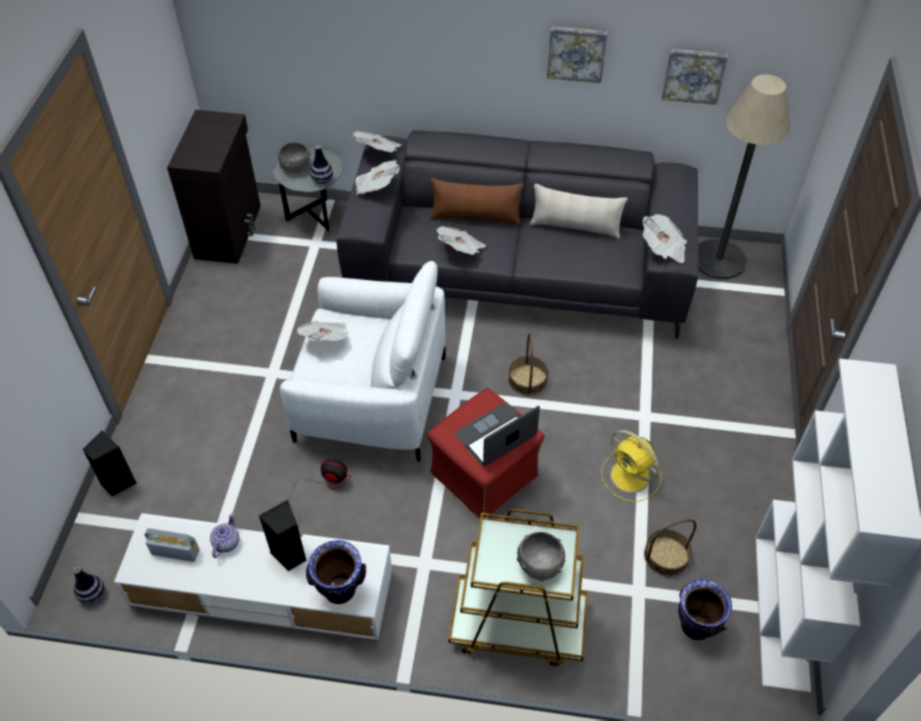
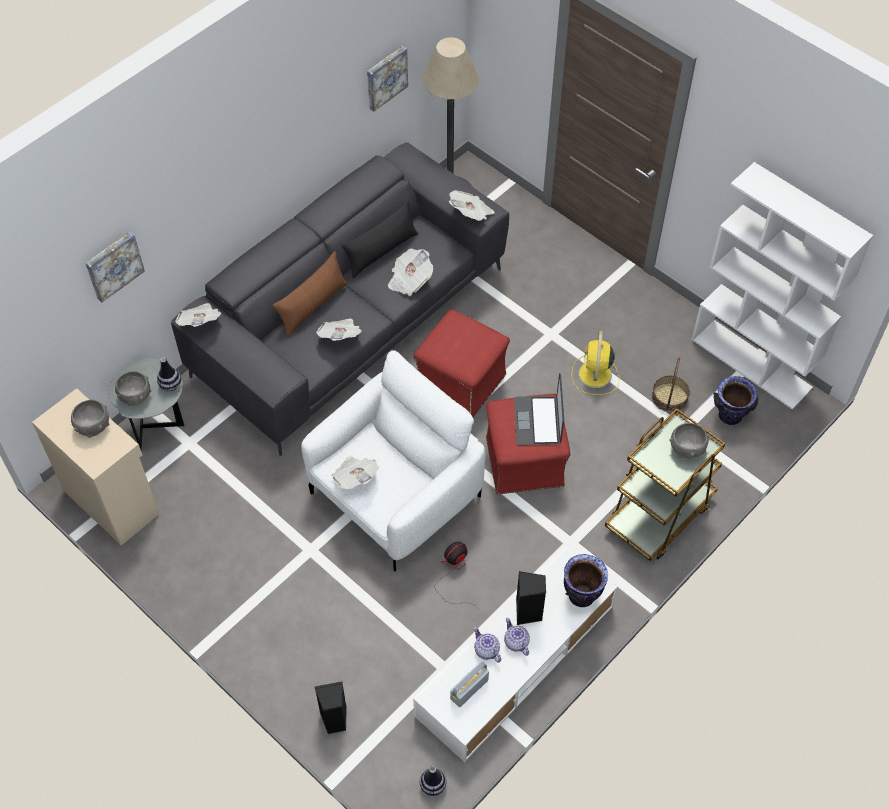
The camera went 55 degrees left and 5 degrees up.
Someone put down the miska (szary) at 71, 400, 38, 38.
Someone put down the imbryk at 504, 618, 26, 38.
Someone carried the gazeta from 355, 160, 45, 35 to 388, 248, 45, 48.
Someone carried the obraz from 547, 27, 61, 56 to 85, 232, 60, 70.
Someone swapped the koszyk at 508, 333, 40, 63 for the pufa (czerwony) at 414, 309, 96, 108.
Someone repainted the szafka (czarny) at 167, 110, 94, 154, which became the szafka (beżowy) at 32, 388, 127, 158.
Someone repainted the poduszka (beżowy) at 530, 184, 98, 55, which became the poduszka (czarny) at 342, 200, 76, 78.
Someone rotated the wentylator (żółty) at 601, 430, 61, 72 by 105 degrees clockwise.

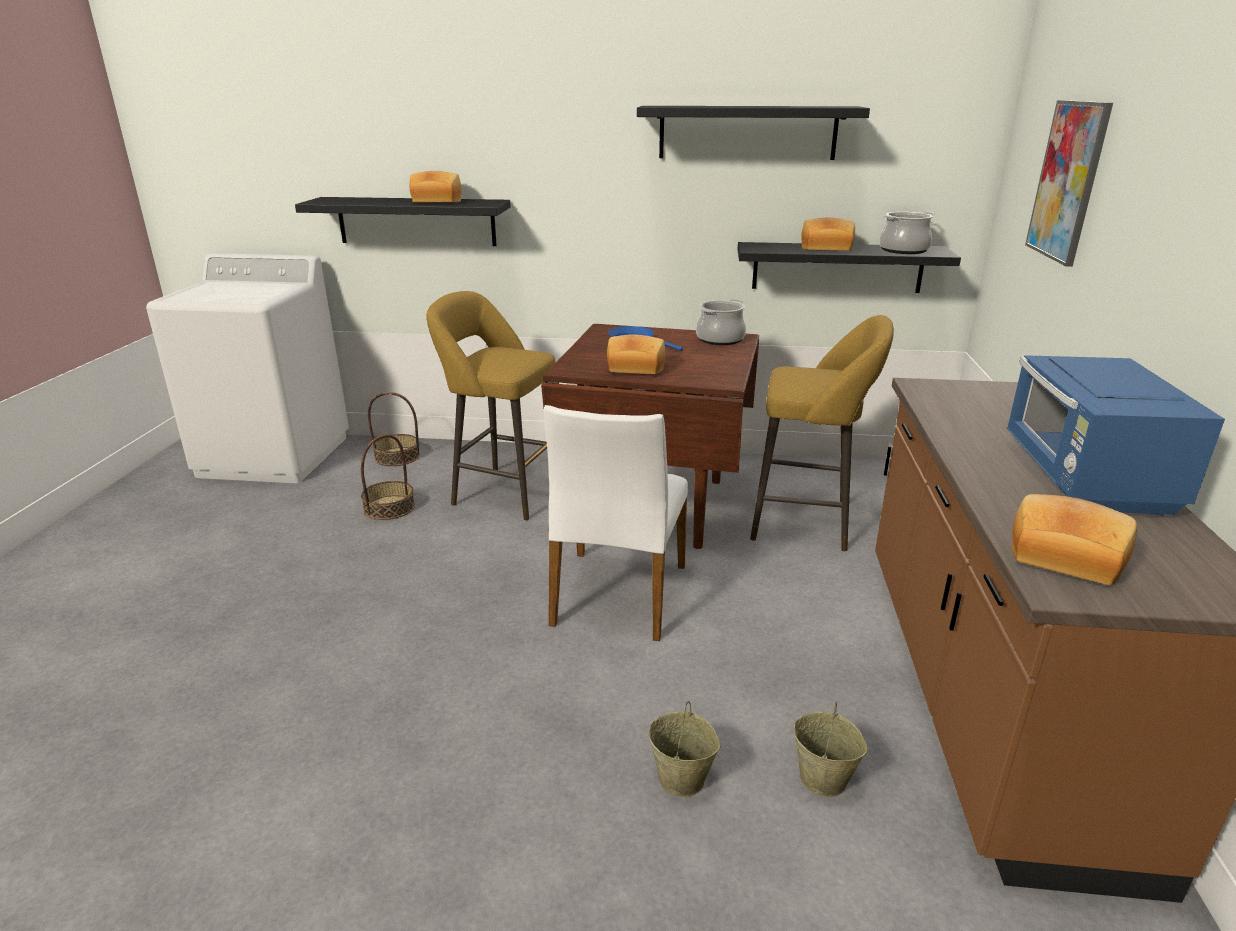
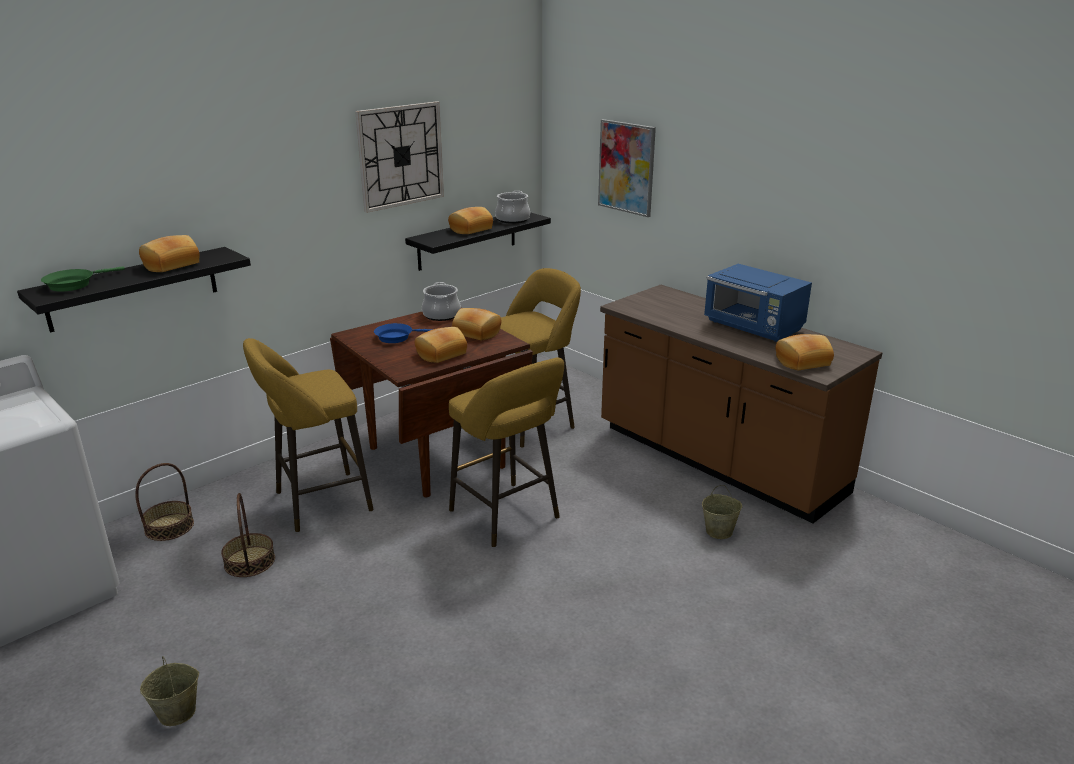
The camera went 50 degrees left and 0 degrees up.
Someone put down the patelnia (zielony) at 41, 267, 84, 25.
Someone put down the chleb at 452, 308, 50, 32.
Someone carried the wiadro (beżowy) from 649, 701, 72, 96 to 140, 656, 59, 70.
Someone swapped the krzesło (biały) at 544, 405, 144, 236 for the stołek (żółty) at 449, 358, 115, 189.
Someone swapped the półka (czarny) at 637, 106, 233, 54 for the zegar ścienny at 355, 101, 89, 112.

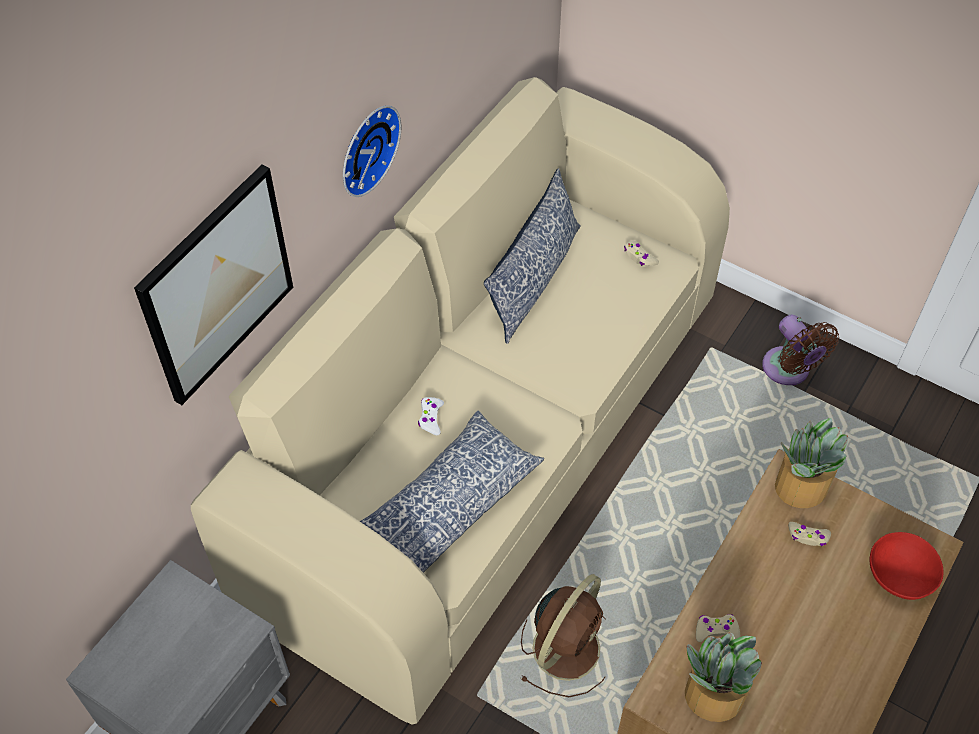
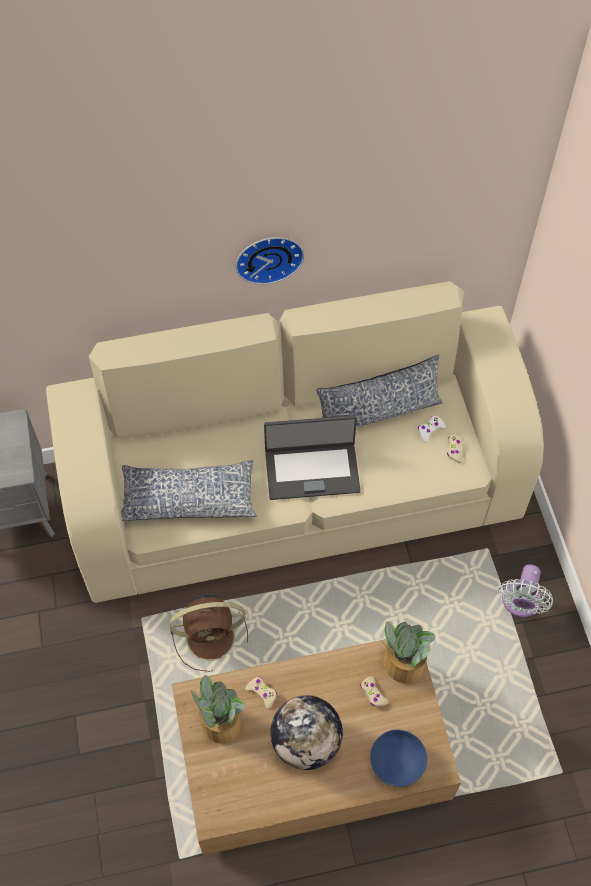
The camera went 45 degrees right and 5 degrees up.
Someone took away the obraz at 134, 165, 159, 240.
Someone put down the laptop at 264, 415, 97, 85.
Someone put down the globus at 270, 695, 73, 75.
Someone carried the pad do gier (biały) from 418, 397, 26, 38 to 418, 415, 28, 27.
Someone repainted the wentylator (brązowy) at 762, 314, 77, 71, which became the wentylator (biały) at 499, 564, 54, 53.
Someone repainted the miska (czerwony) at 870, 532, 74, 68, which became the miska (niebieski) at 370, 730, 57, 57.

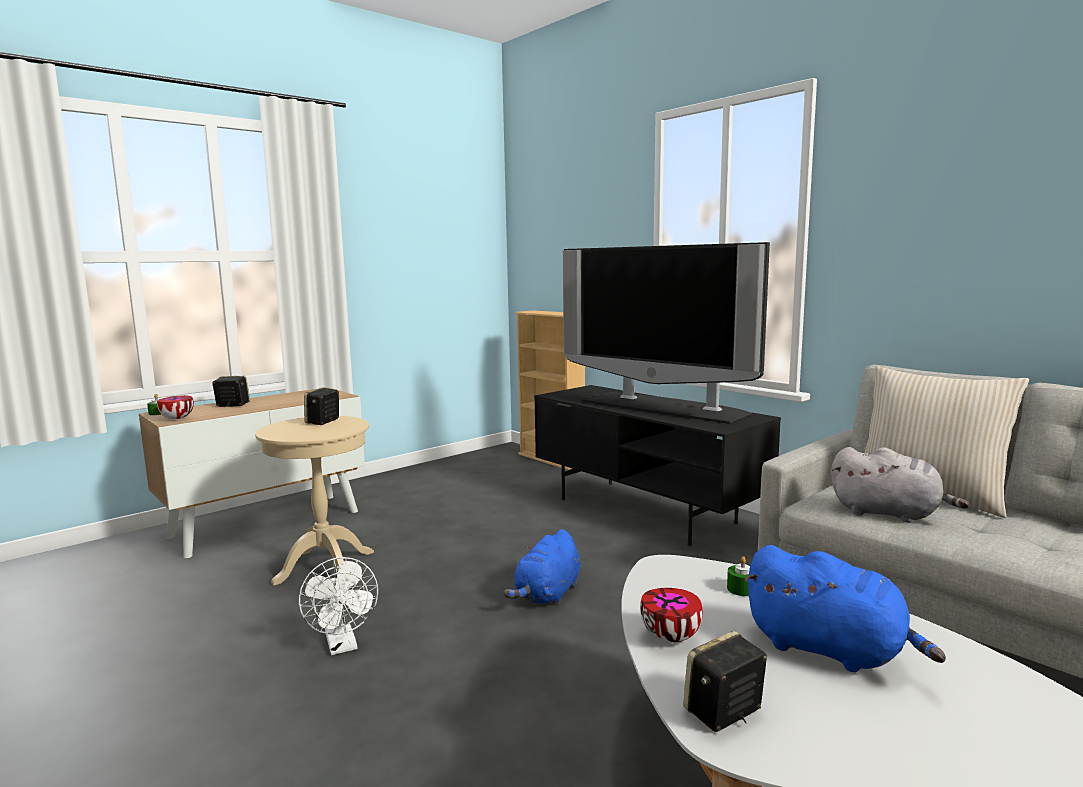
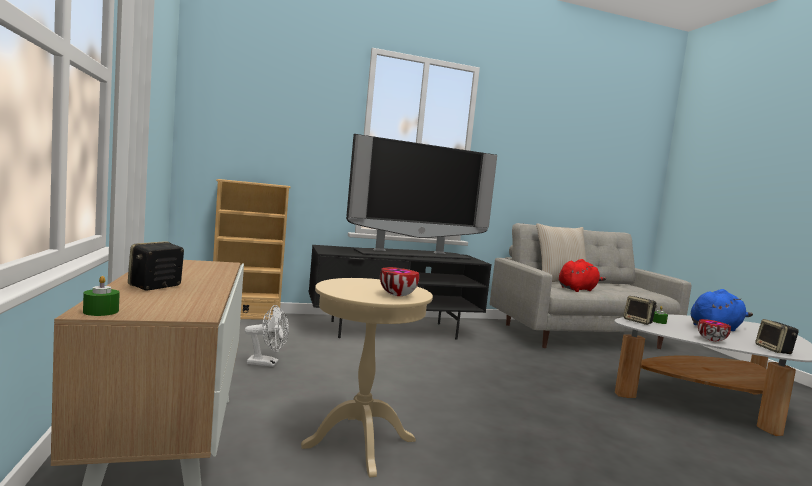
The camera went 65 degrees left and 5 degrees down.
Someone took away the pluszak (niebieski) at 503, 529, 78, 77.
Someone carried the miska from 157, 395, 37, 24 to 380, 267, 39, 29.
Someone carried the wentylator (biały) from 299, 557, 79, 98 to 245, 305, 44, 62.
Someone carried the głośnik from 304, 387, 35, 38 to 624, 296, 33, 29.
Someone repainted the pluszak (szary) at 831, 447, 138, 76, which became the pluszak (czerwony) at 559, 259, 47, 33.

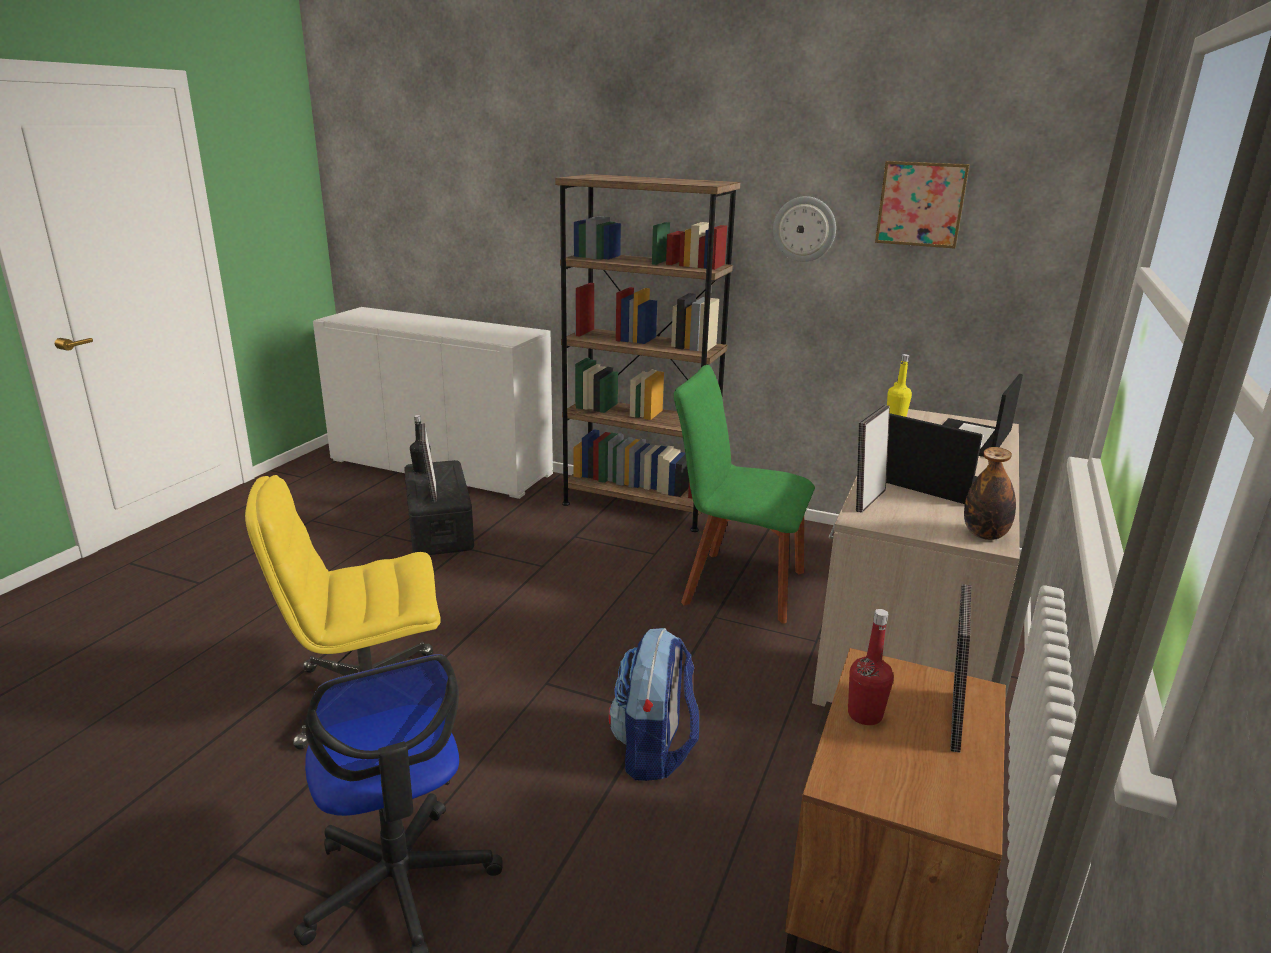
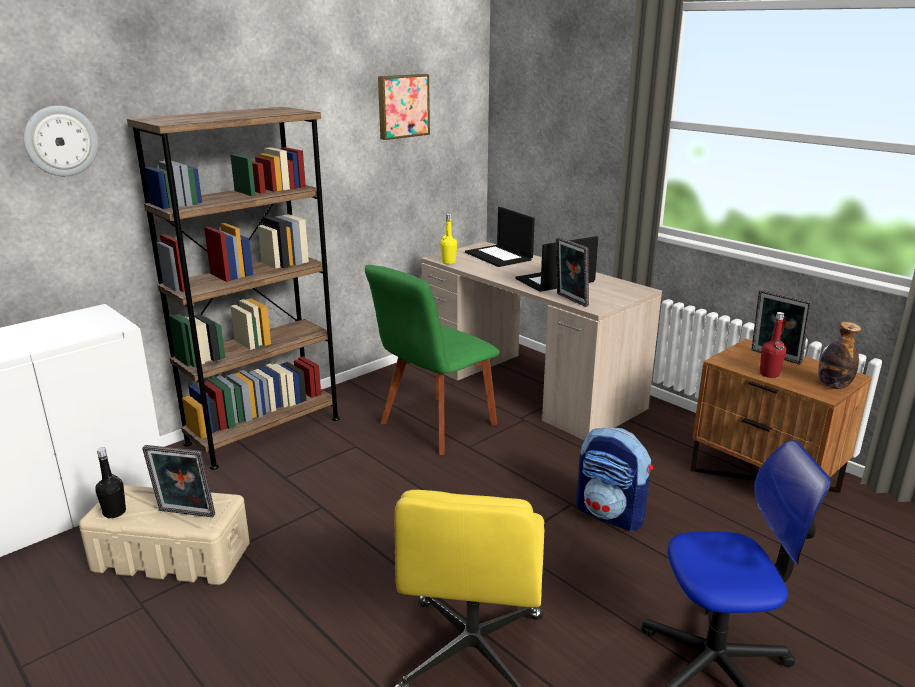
The camera went 65 degrees left and 0 degrees up.
Someone carried the zegar ścienny from 773, 196, 63, 66 to 23, 105, 75, 71.
Someone carried the butelka from 964, 447, 52, 93 to 818, 322, 43, 67.
Someone repainted the pojemnik do przechowywania (czarny) at 404, 460, 70, 95, which became the pojemnik do przechowywania (beżowy) at 79, 485, 171, 100.

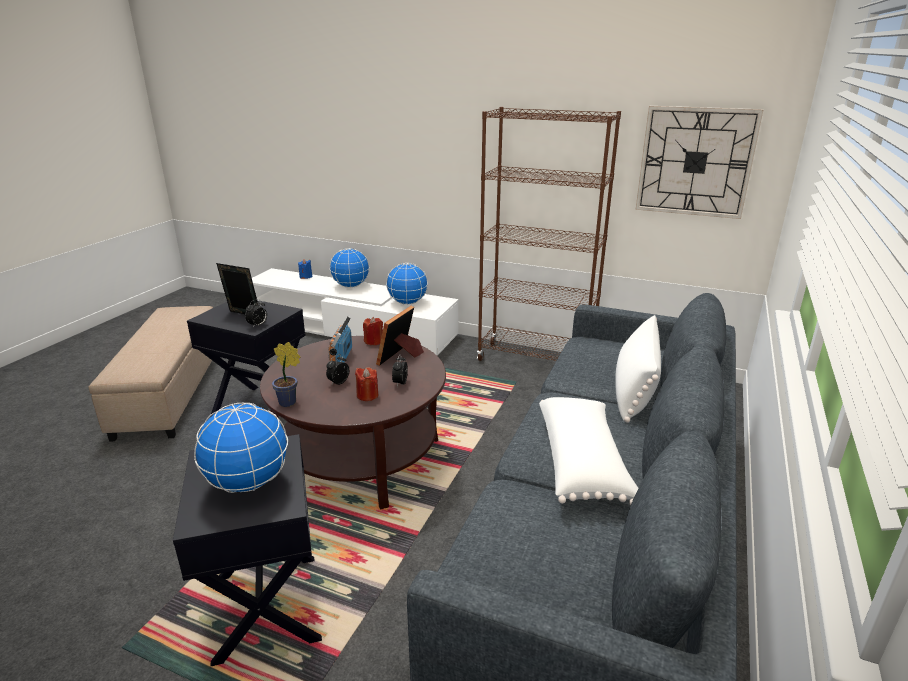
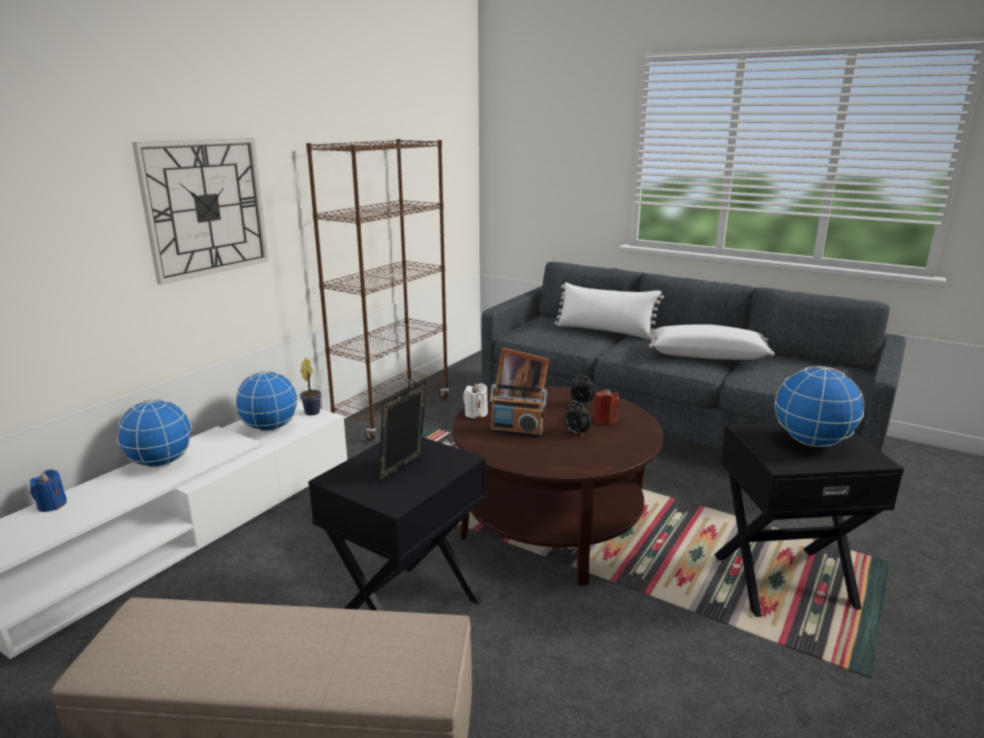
The camera went 80 degrees left and 5 degrees down.
Someone took away the budzik at 245, 299, 22, 29.
Someone carried the roślina doniczkowa from 272, 342, 28, 65 to 300, 358, 21, 57.
Someone carried the zegar ścienny from 635, 106, 128, 113 to 132, 138, 137, 147.
Someone repainted the świeca (czerwony) at 363, 317, 20, 28, which became the świeca (biały) at 463, 383, 25, 36.

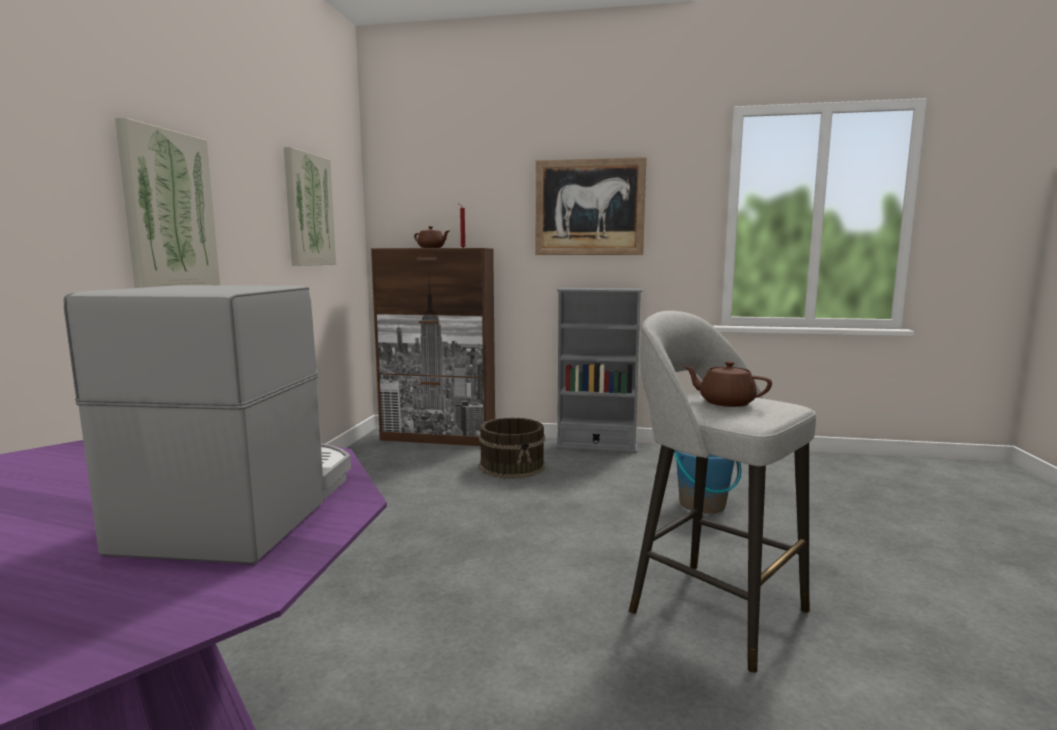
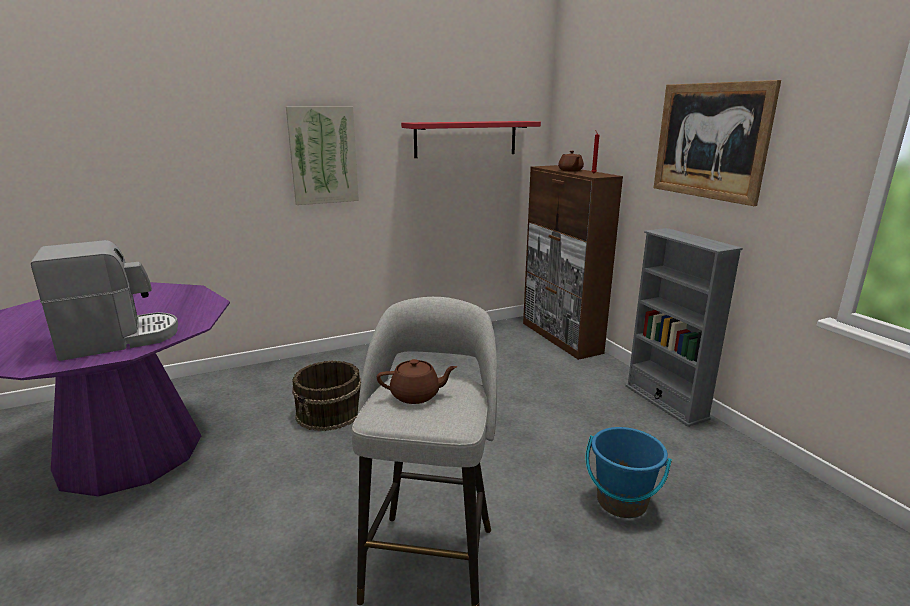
The camera went 55 degrees right and 10 degrees up.
Someone carried the wiadro (brązowy) from 479, 418, 66, 61 to 292, 360, 69, 71.
Someone swapped the obraz at 284, 147, 52, 119 for the półka (czerwony) at 401, 121, 140, 37.
Someone rotated the imbryk (brązowy) at 683, 361, 89, 46 by 90 degrees clockwise.

